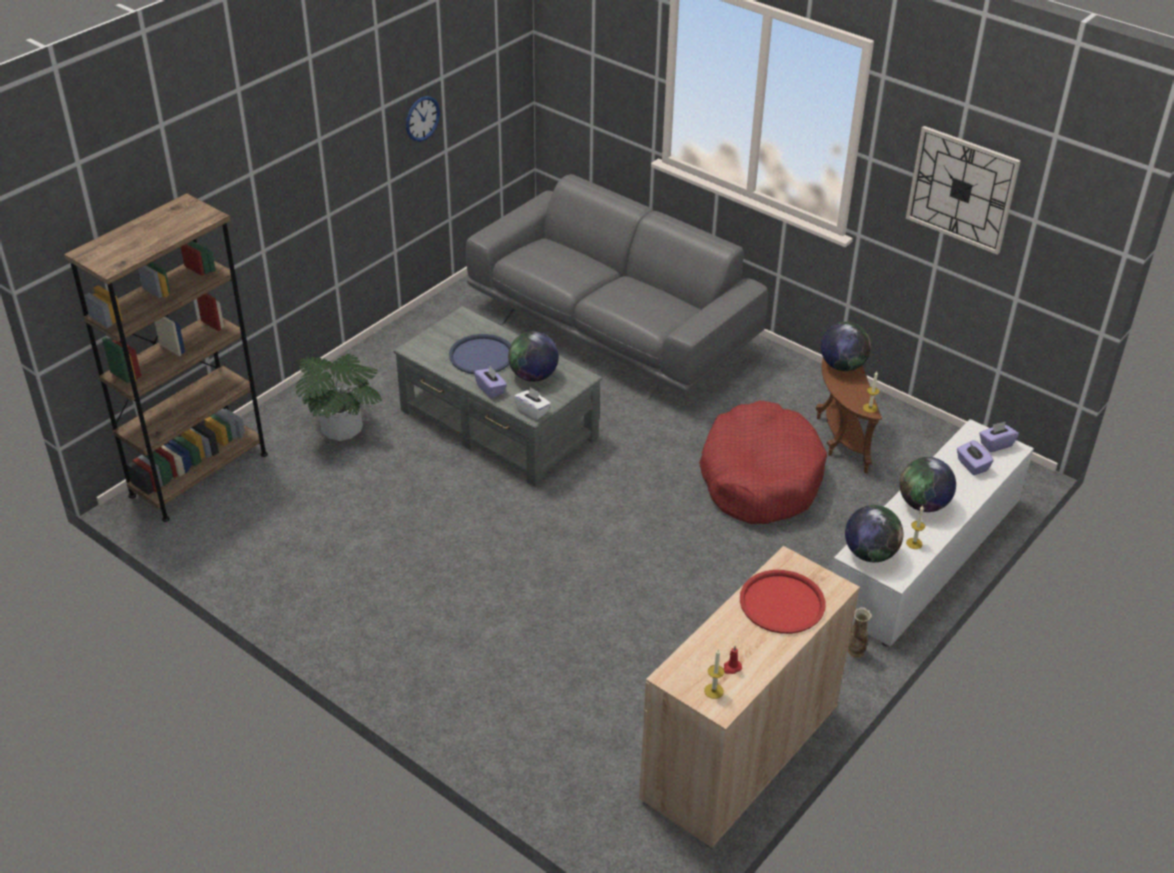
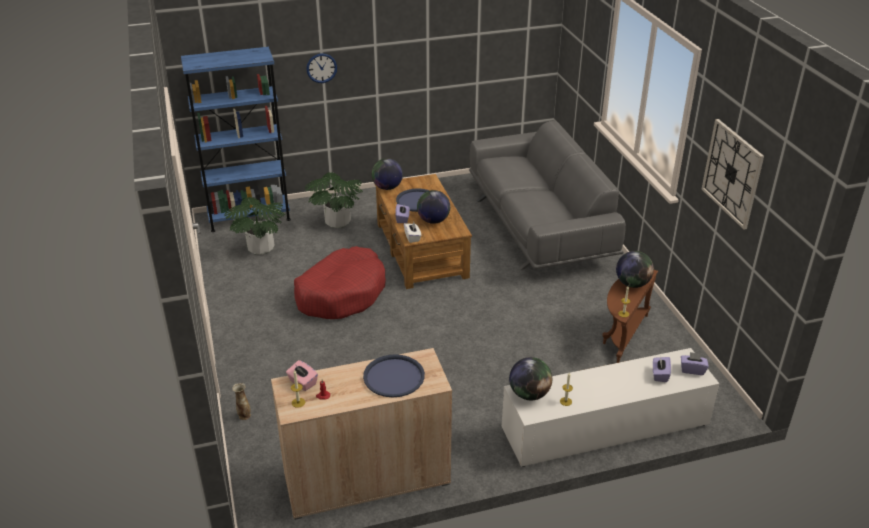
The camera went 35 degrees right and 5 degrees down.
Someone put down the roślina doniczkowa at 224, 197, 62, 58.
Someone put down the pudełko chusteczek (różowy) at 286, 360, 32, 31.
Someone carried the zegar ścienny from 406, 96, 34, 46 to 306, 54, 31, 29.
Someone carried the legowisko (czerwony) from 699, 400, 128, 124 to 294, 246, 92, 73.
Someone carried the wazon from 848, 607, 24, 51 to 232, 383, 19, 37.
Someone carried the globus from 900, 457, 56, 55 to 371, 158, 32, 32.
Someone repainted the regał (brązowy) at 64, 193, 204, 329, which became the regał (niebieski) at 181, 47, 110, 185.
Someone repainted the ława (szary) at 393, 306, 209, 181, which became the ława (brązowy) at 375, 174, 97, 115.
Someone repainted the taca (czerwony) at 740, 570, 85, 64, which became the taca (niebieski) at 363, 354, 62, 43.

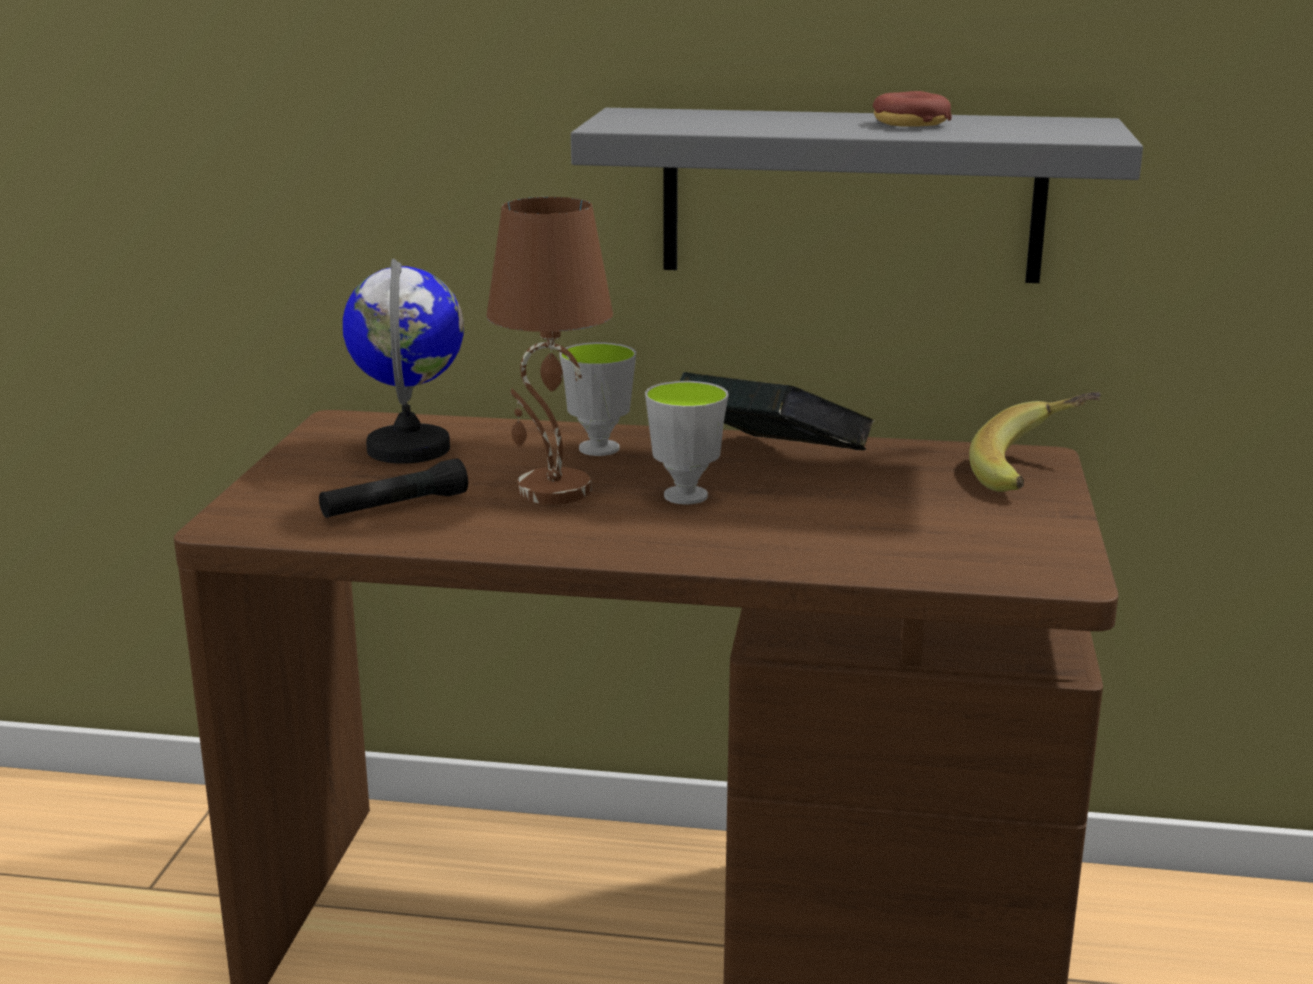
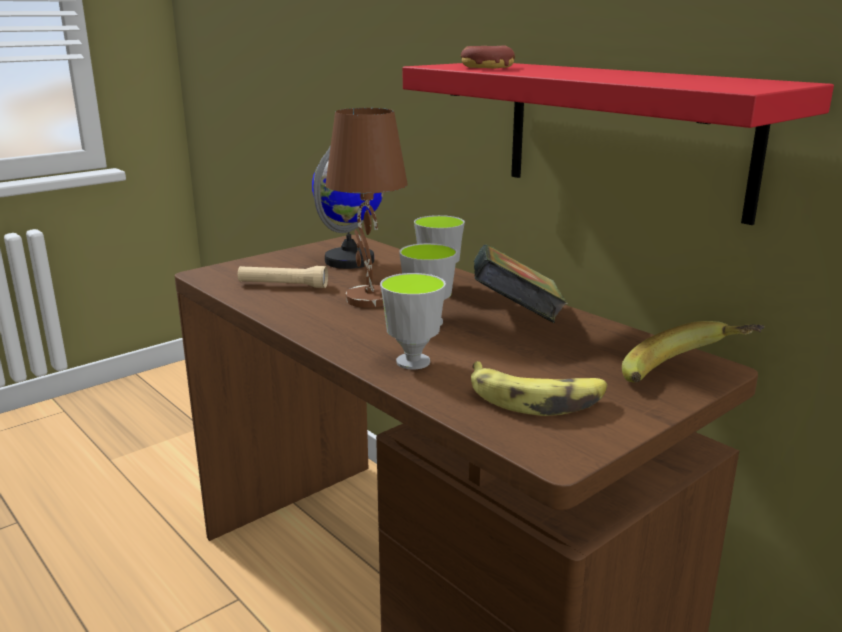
The camera went 40 degrees right and 0 degrees up.
Someone put down the filiżanka at 380, 273, 66, 96.
Someone put down the banan at 471, 361, 137, 55.
Someone carried the donut from 873, 91, 79, 36 to 461, 45, 54, 24.
Someone repainted the latarka (czarny) at 319, 458, 149, 60, which became the latarka (beżowy) at 238, 266, 90, 22.
Someone repainted the półka (szary) at 571, 108, 572, 175, which became the półka (czerwony) at 403, 63, 431, 162.

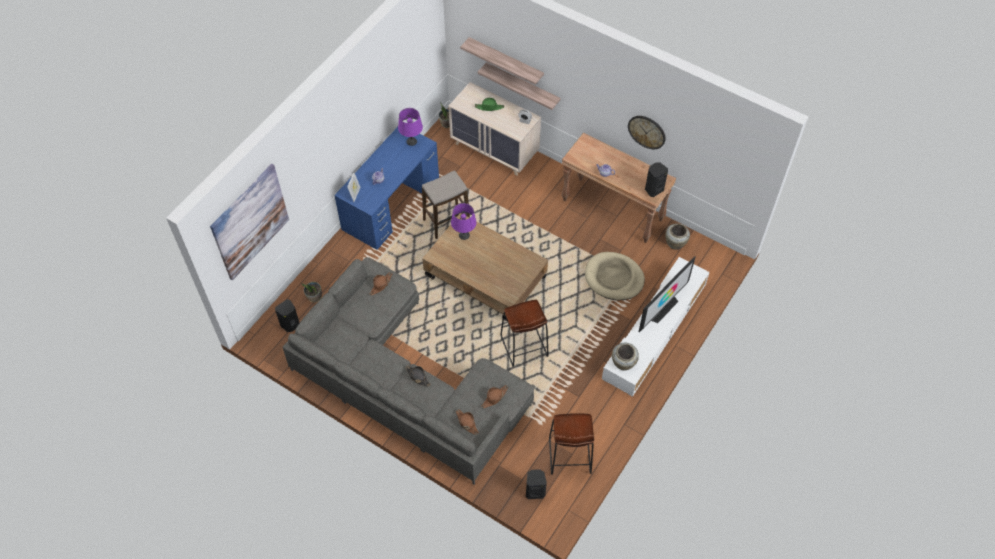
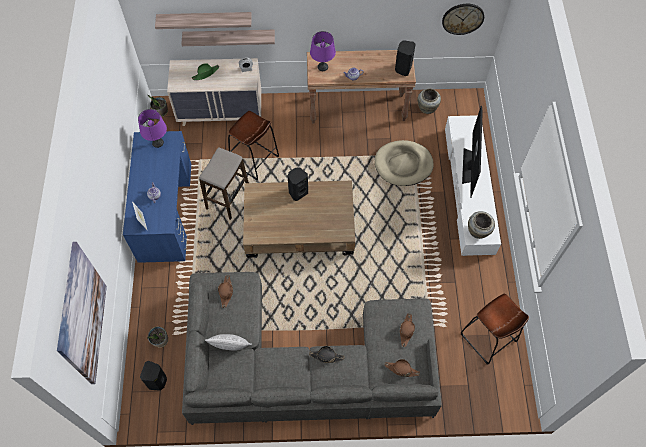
The camera went 35 degrees left and 5 degrees up.
Someone put down the poduszka at 205, 334, 47, 17.
Someone carried the lampa stołowa (fioletowy) from 451, 203, 25, 37 to 310, 31, 26, 40.
Someone carried the stołek (brązowy) from 500, 300, 48, 67 to 228, 111, 51, 69.
Someone carried the głośnik (czarny) from 526, 469, 21, 30 to 288, 167, 20, 34.
Someone carried the zegar ścienny from 628, 116, 38, 33 to 442, 4, 42, 31.

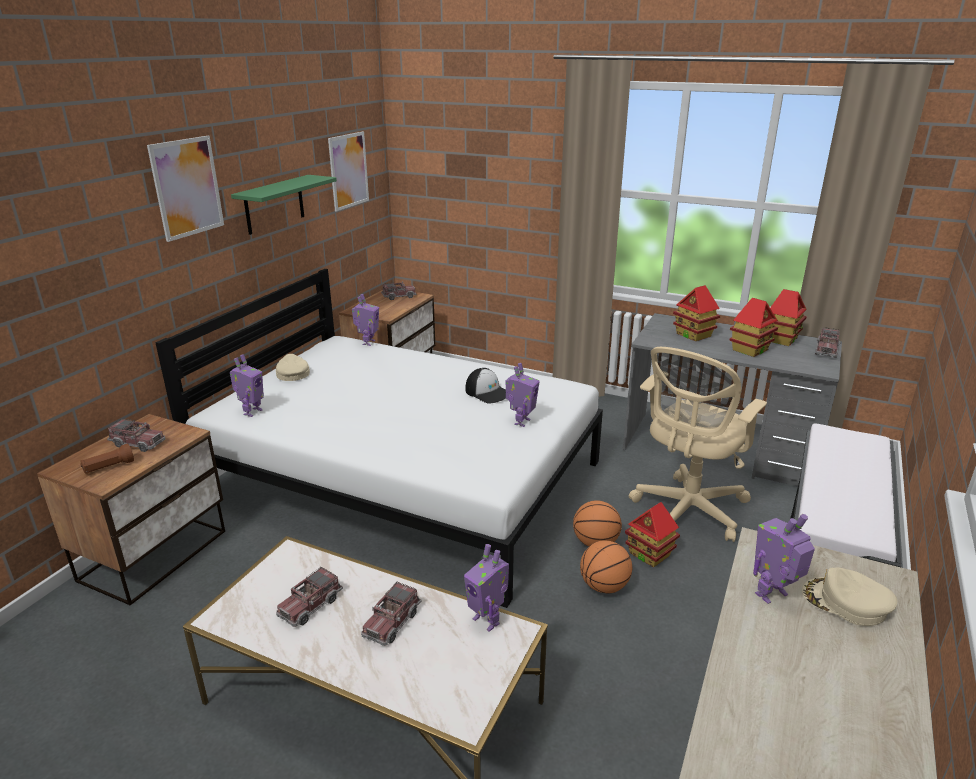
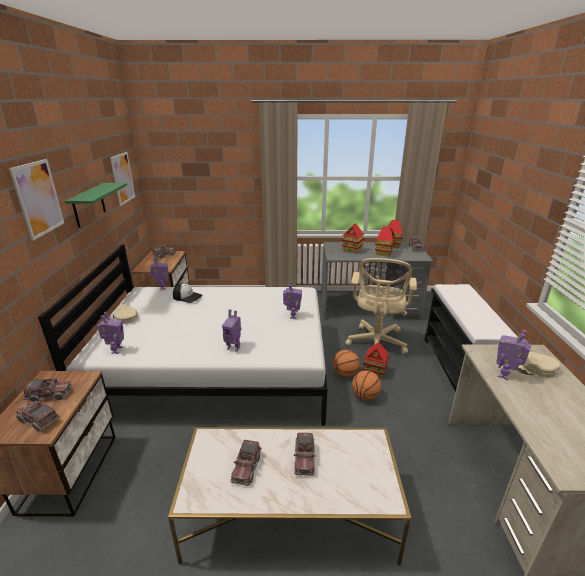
The camera went 25 degrees left and 0 degrees up.
Someone carried the robot zabawkowy from 464, 544, 45, 87 to 222, 309, 19, 43.
Someone carried the czapka z daszkiem from 465, 368, 41, 36 to 173, 283, 29, 20.
Someone swapped the latarka (brązowy) at 80, 444, 54, 30 for the ciężarówka zabawkowa at 16, 401, 44, 30.

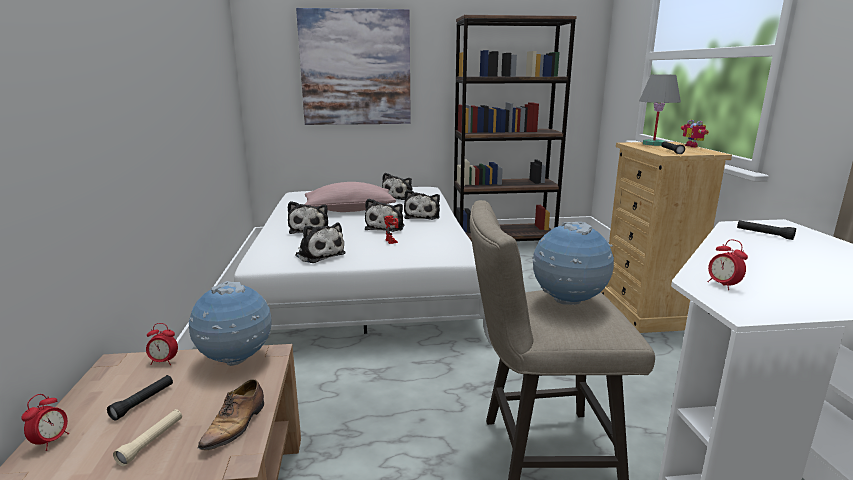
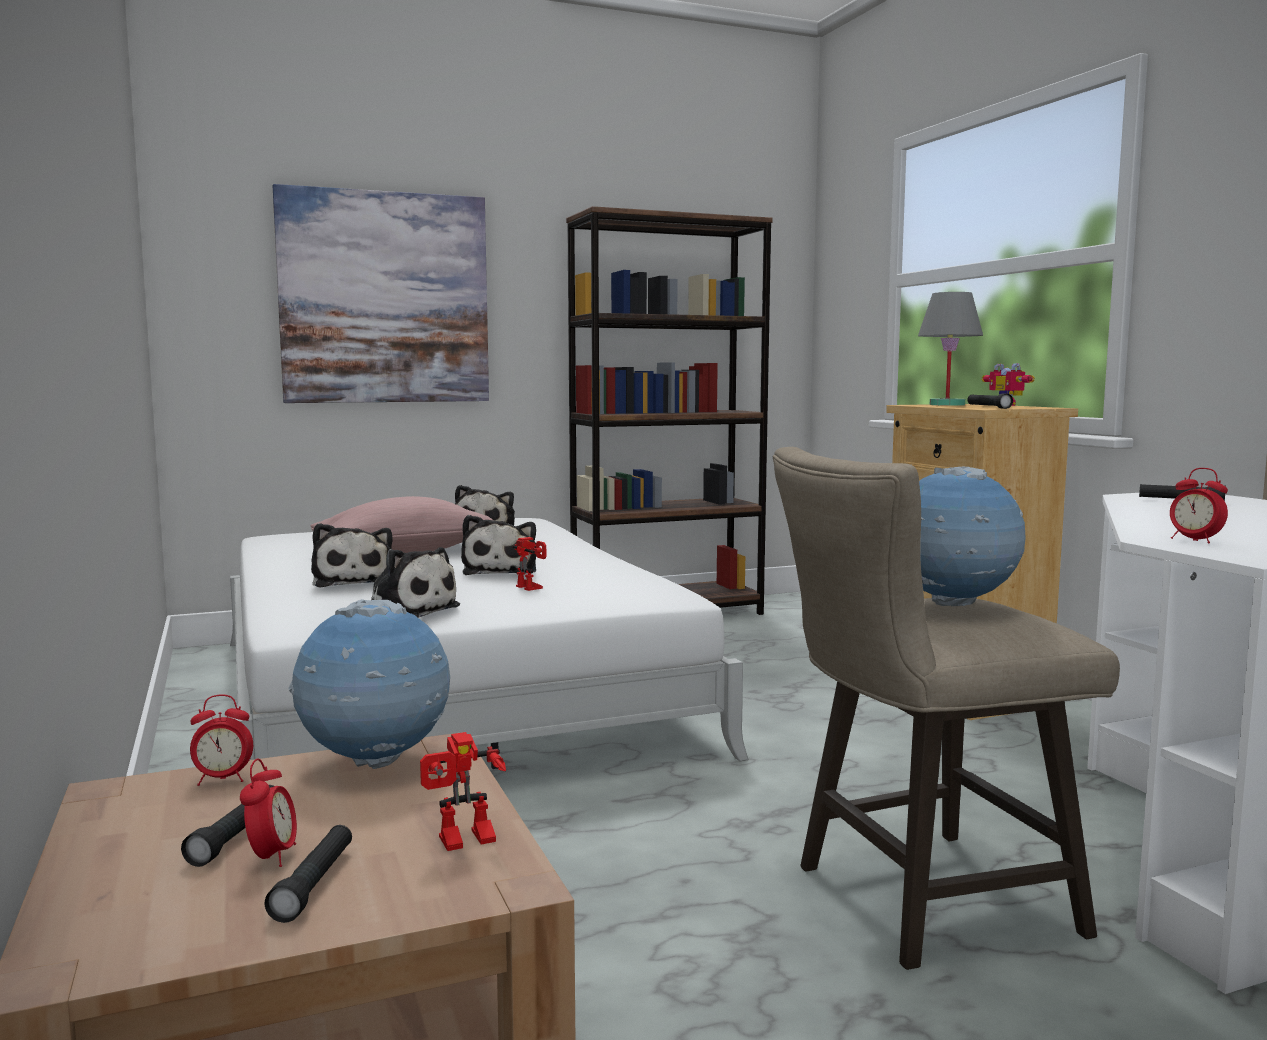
The camera went 15 degrees left and 10 degrees down.
Someone took away the pluszak at 404, 190, 36, 30.
Someone carried the budzik from 21, 394, 48, 57 to 240, 759, 57, 108.
Someone swapped the but at 198, 379, 66, 71 for the robot zabawkowy at 420, 732, 86, 119.
Someone repainted the latarka (beżowy) at 113, 409, 69, 57, which became the latarka (czarny) at 264, 825, 88, 98.

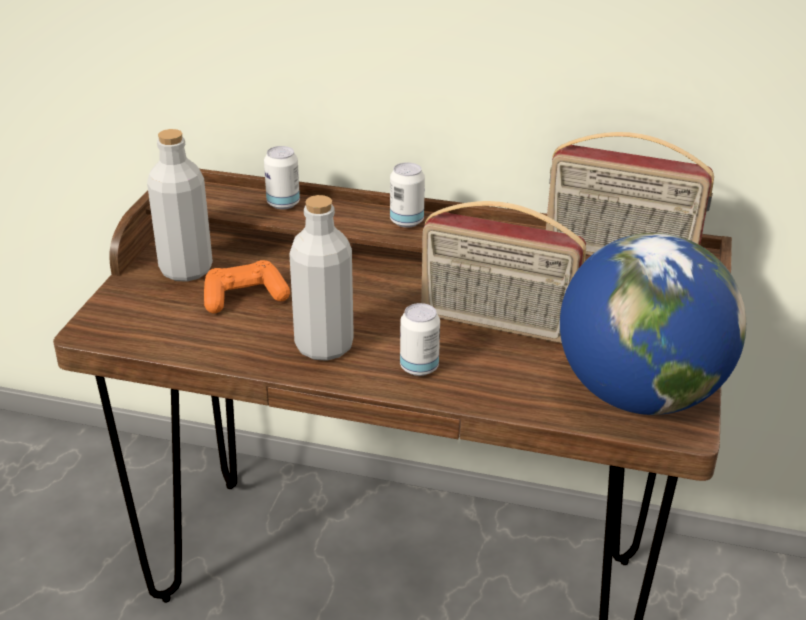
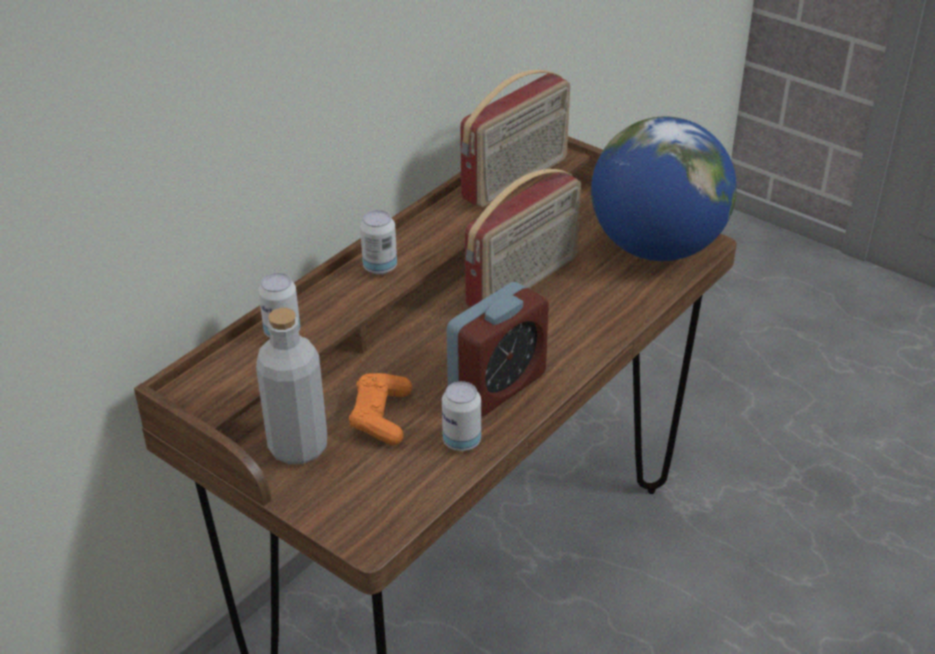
The camera went 65 degrees left and 5 degrees up.
Someone carried the puszka from 400, 303, 40, 73 to 442, 381, 39, 70.
Someone swapped the butelka (szary) at 289, 195, 65, 166 for the budzik at 447, 282, 102, 134.

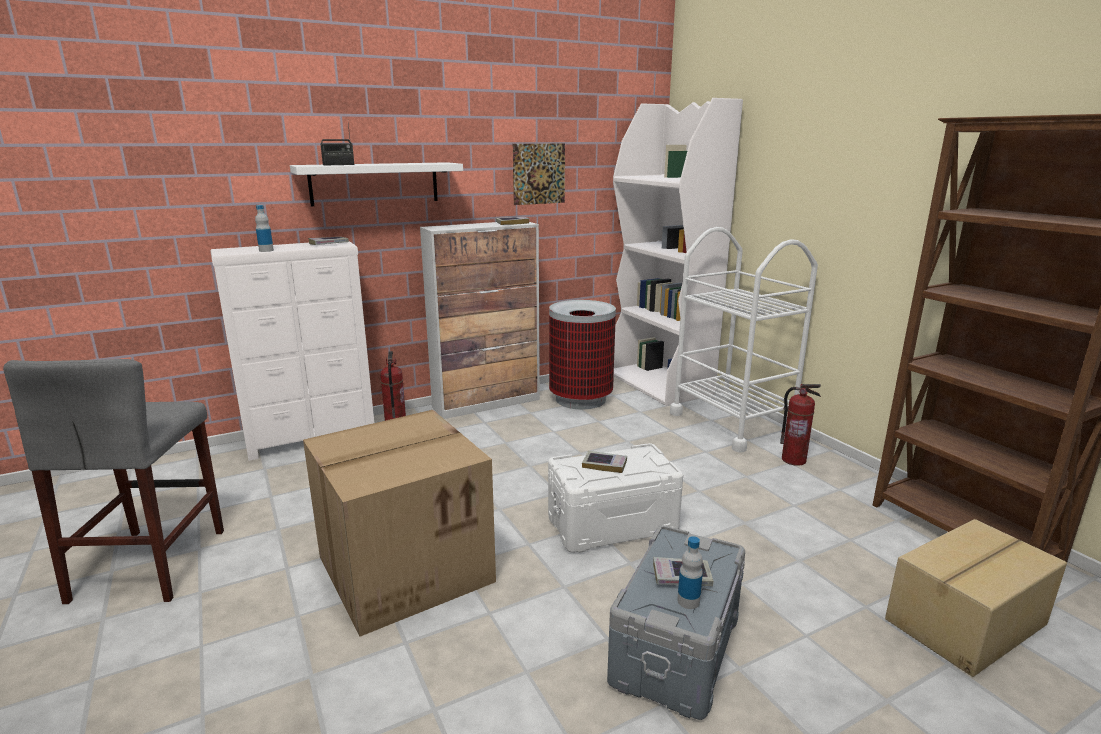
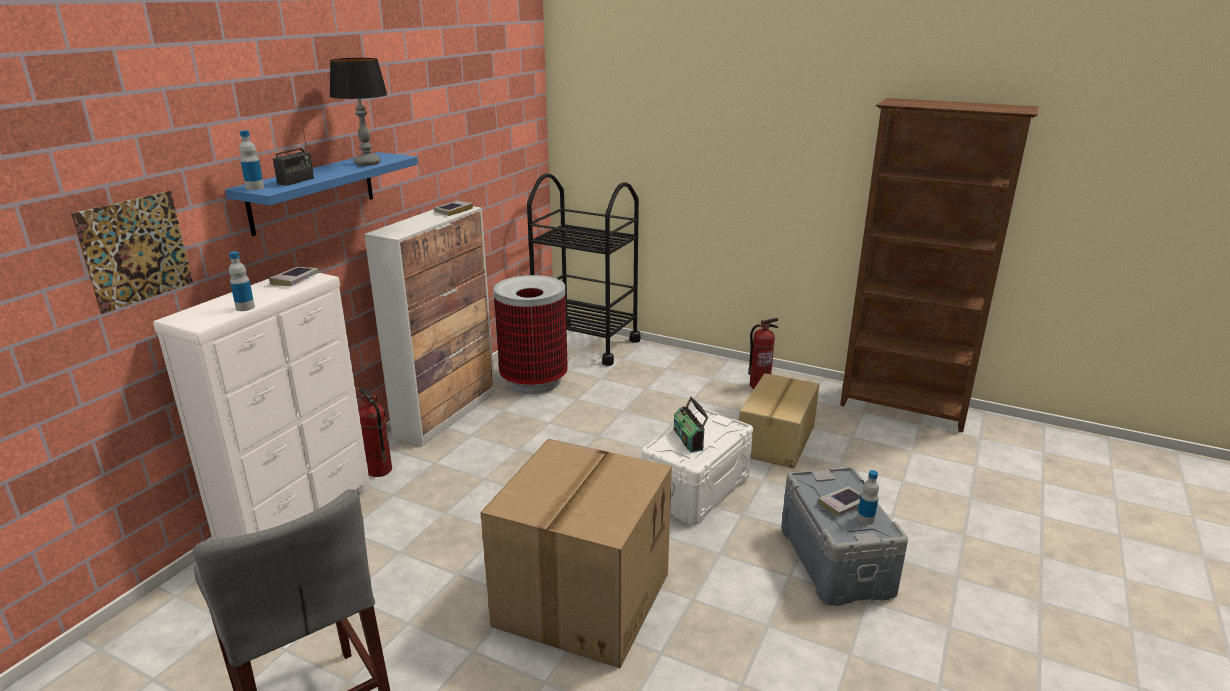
The camera went 35 degrees left and 5 degrees up.
Someone took away the wózek (biały) at 670, 227, 148, 226.
Someone put down the butelka at 239, 130, 25, 60.
Someone put down the lampa stołowa at 329, 58, 59, 108.
Someone carried the obraz from 513, 144, 52, 61 to 71, 191, 122, 123.
Someone carried the karton from 885, 519, 182, 158 to 739, 373, 80, 96.
Someone swapped the książka at 582, 451, 45, 22 for the radio at 674, 397, 35, 56.
Someone swapped the regał (biały) at 613, 98, 130, 308 for the wózek (czarny) at 527, 173, 113, 193.
Someone repainted the półka (biały) at 290, 162, 173, 44, which became the półka (niebieski) at 225, 152, 193, 84.

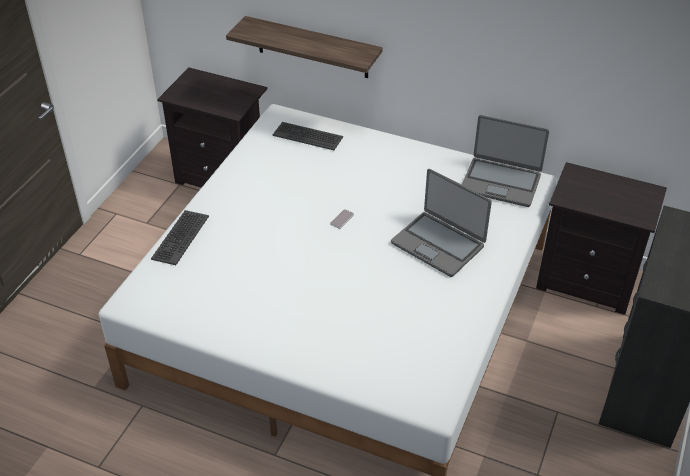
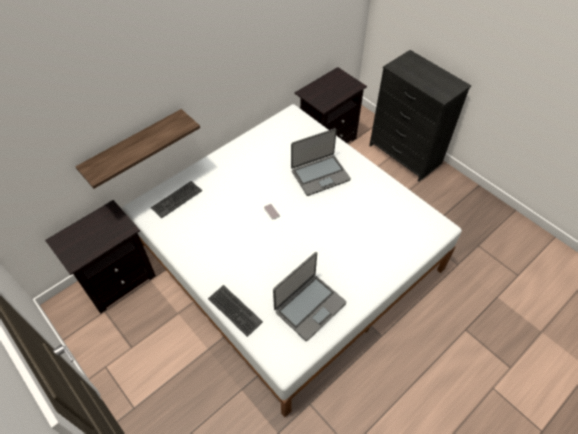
The camera went 65 degrees left and 10 degrees up.
Someone carried the laptop from 462, 115, 87, 92 to 273, 252, 73, 89.

